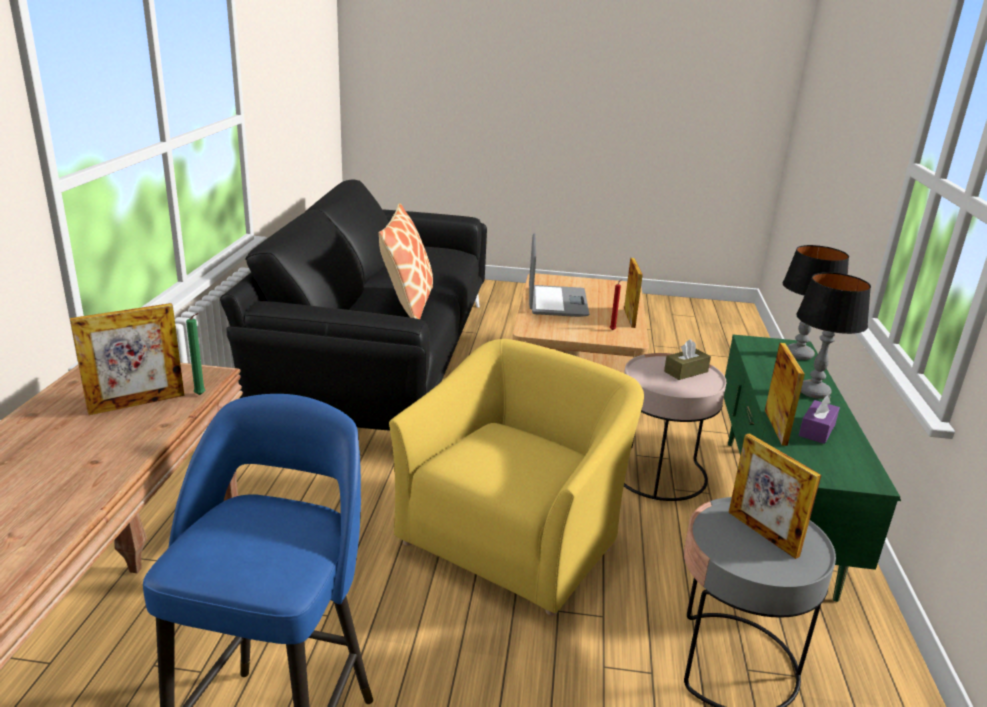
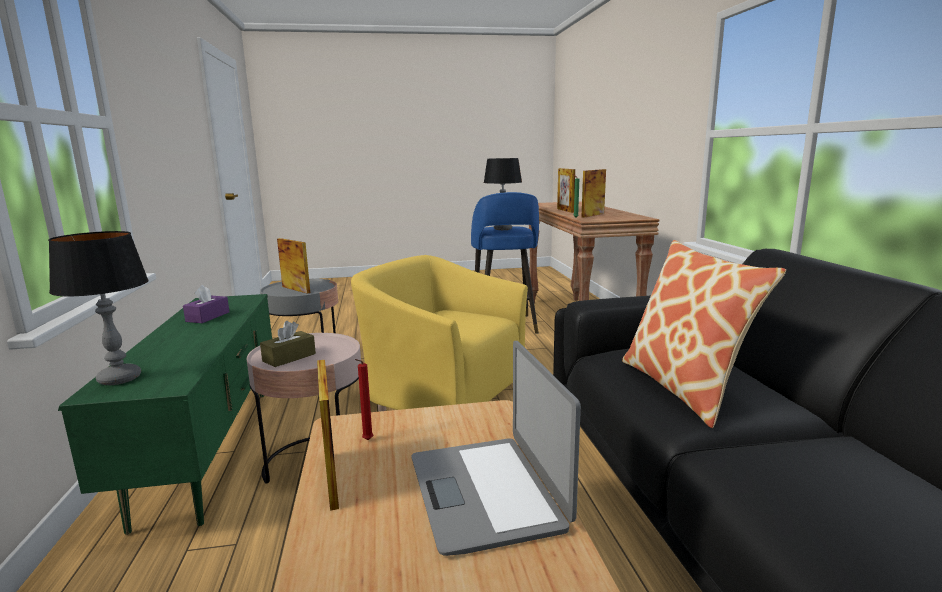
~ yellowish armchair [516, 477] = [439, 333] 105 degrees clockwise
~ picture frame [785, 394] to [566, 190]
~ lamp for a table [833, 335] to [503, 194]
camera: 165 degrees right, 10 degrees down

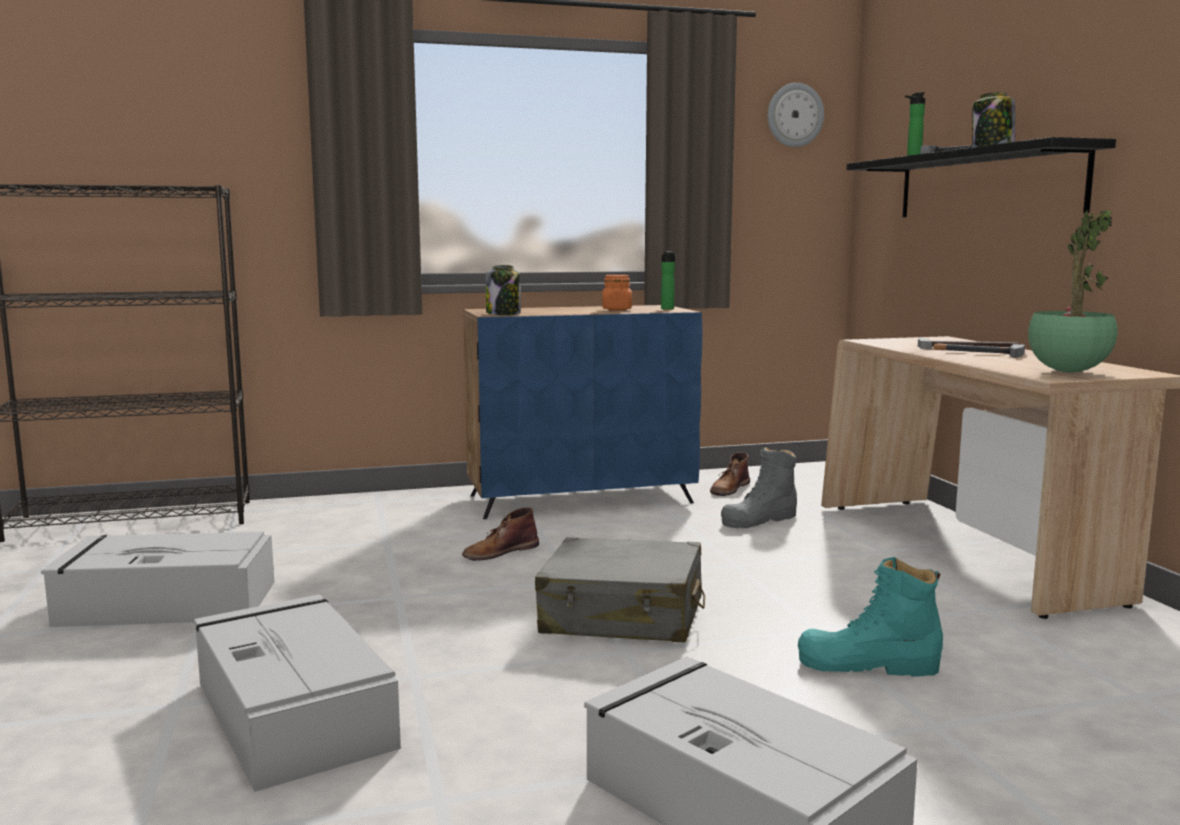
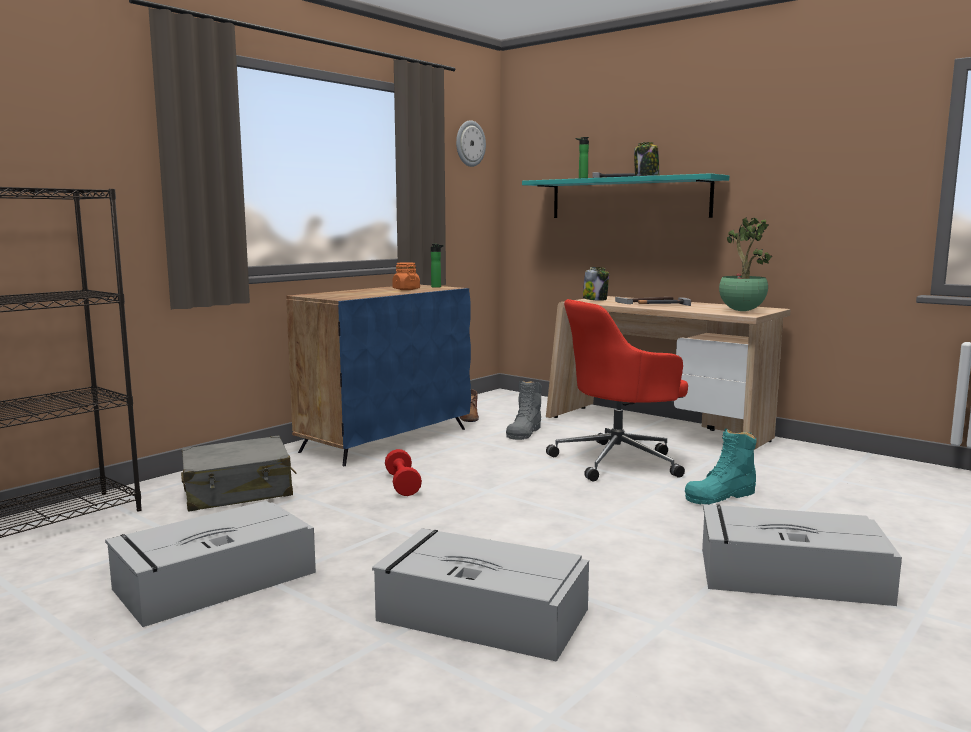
~ brownish tall boot [500, 534] to reddish hand weight [403, 472]
~ storage jar [503, 290] to [596, 284]
~ greyish piece of luggage [620, 589] to [239, 474]
~ black bracket shelf [981, 177] to turquoise bracket shelf [625, 195]
+ reddish computer chair [617, 390]
camera: 35 degrees left, 0 degrees up

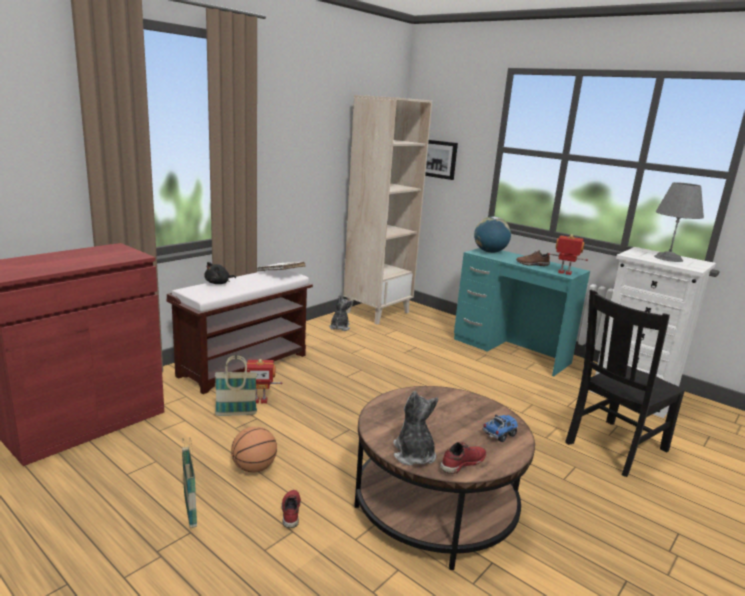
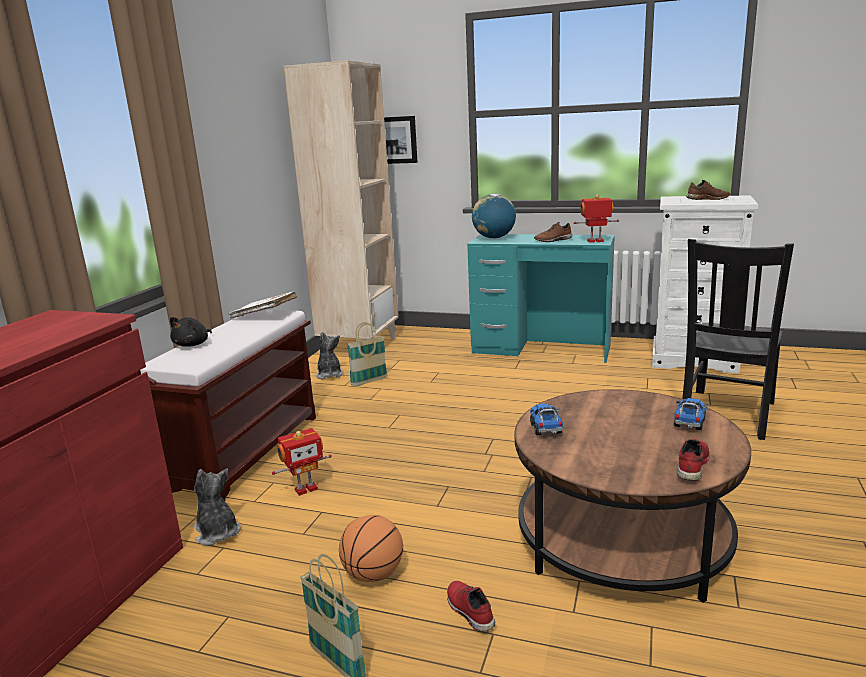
~ household basket [236, 385] to [367, 354]
~ soft toy [416, 428] to [217, 507]
~ greyish lamp for a table [679, 222] to brownish shoe [708, 190]
+ toy lorry [546, 419]
camera: 20 degrees left, 0 degrees up

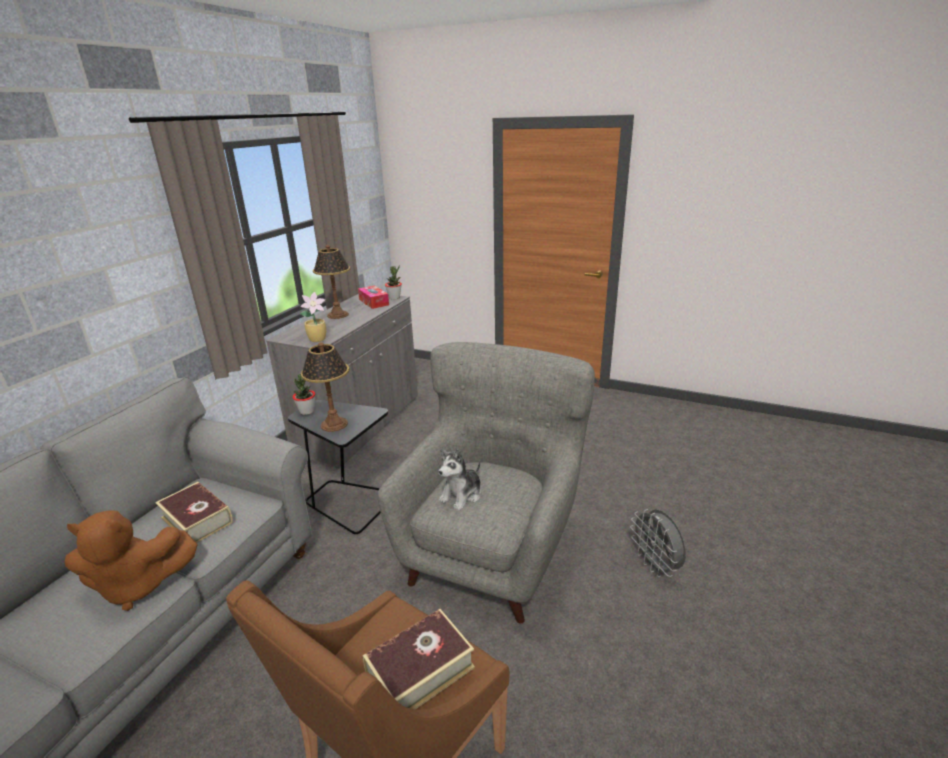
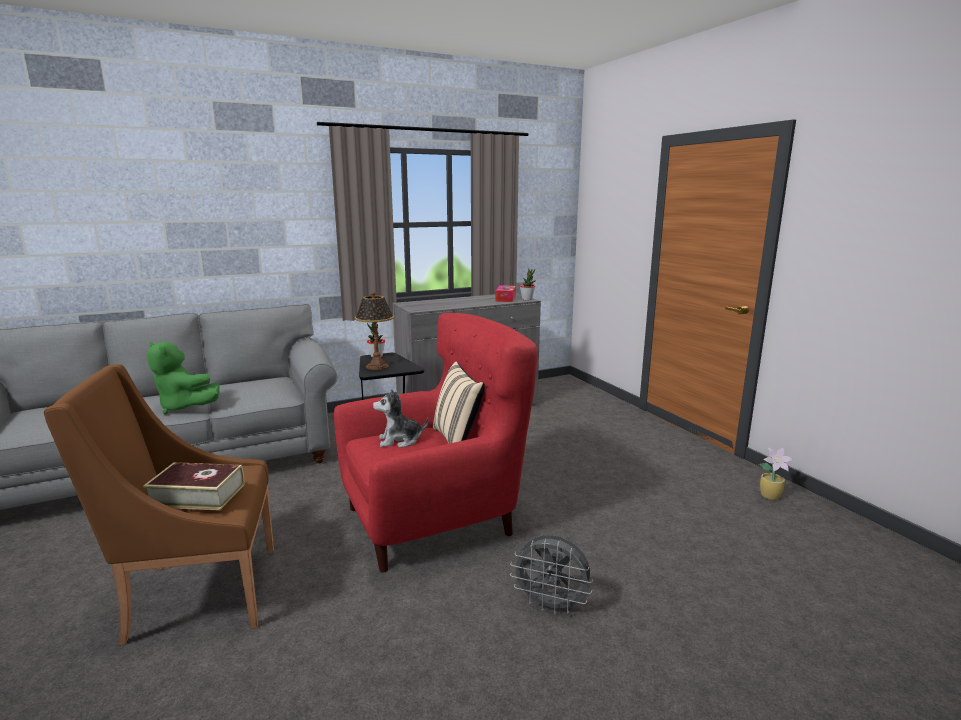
~ brownish soft toy [131, 560] to green-coloured soft toy [183, 378]
- book [194, 512]
~ plant in a pot [313, 317] to [776, 474]
- lamp for a table [331, 282]
~ greyish armchair [486, 483] to reddish armchair [436, 443]
~ greyish fan [658, 543] = [551, 574] 90 degrees counterclockwise
+ beige pillow [459, 403]
camera: 40 degrees right, 10 degrees down

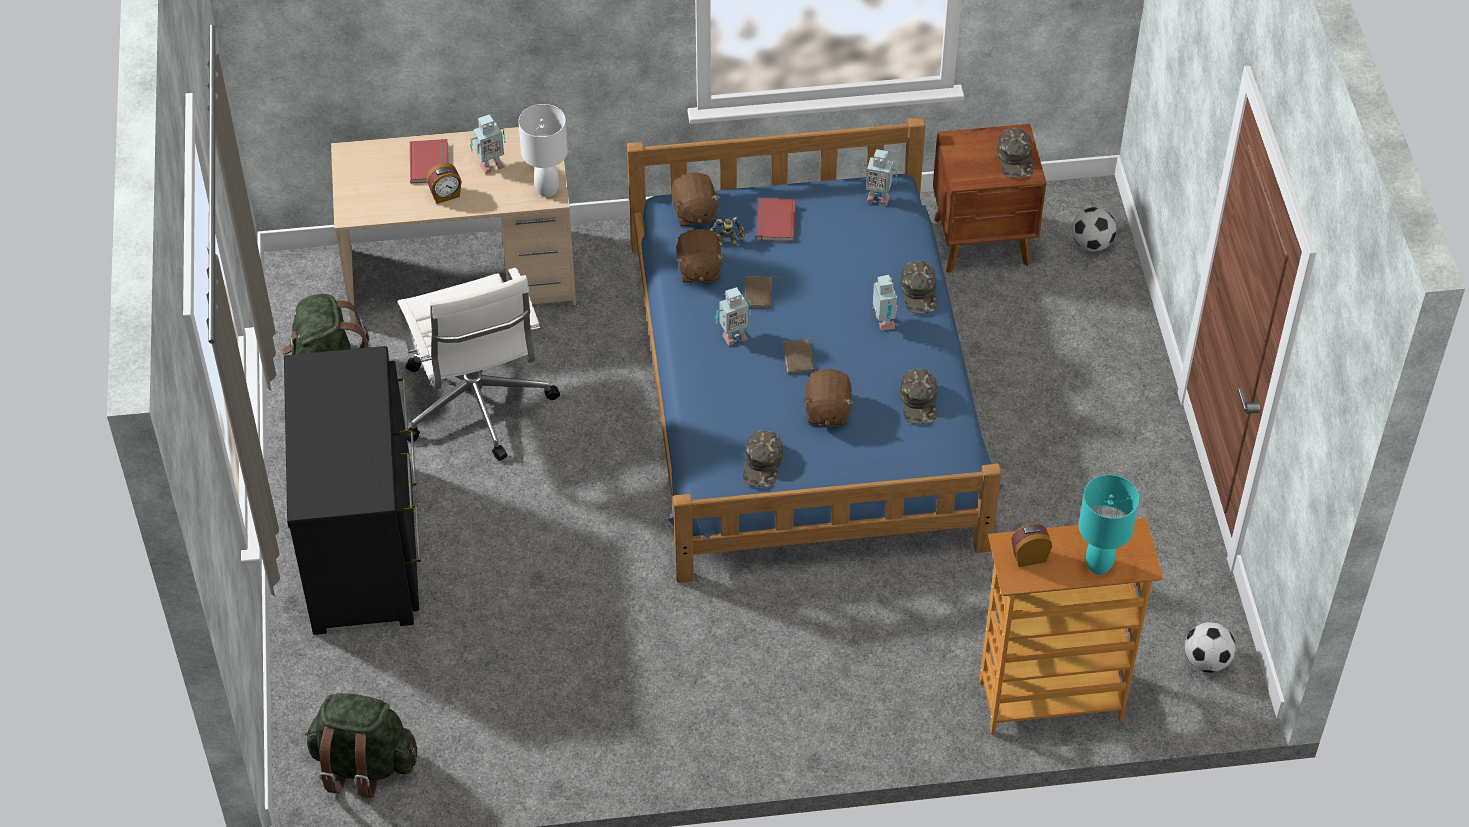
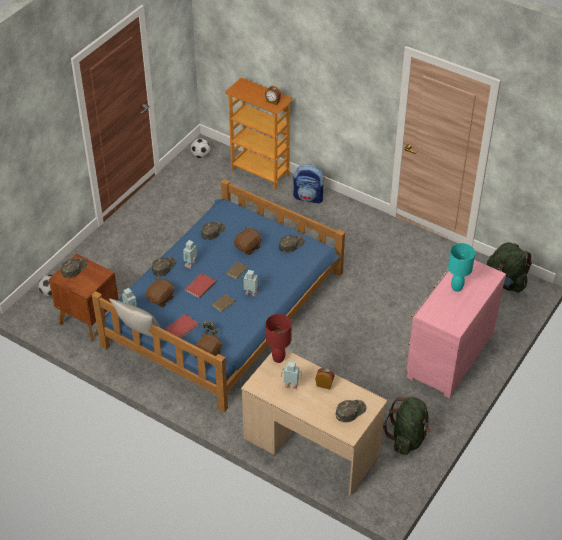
~ black dresser [352, 490] to pinkish dresser [456, 329]
- whitish computer chair [478, 364]
~ reddish book [429, 161] to [200, 286]
~ whitish lamp for a table [543, 150] to reddish lamp for a table [279, 338]
~ brownish soft toy [700, 256] to [160, 292]
~ turquoise lamp for a table [1109, 524] to [461, 267]
+ greyish pillow [137, 320]
+ backpack [309, 184]
+ green-coloured peaked cap [351, 411]
camera: 140 degrees left, 5 degrees down

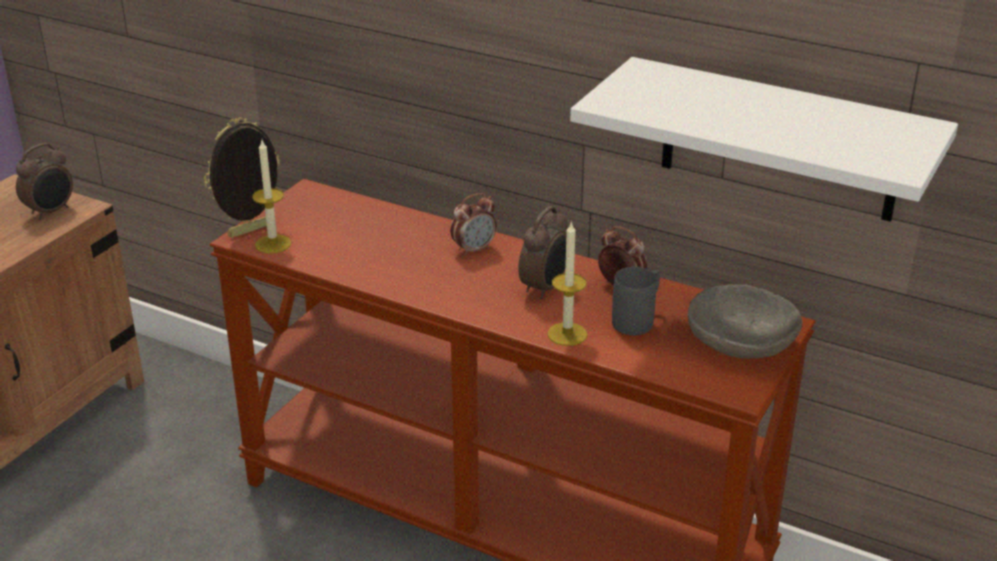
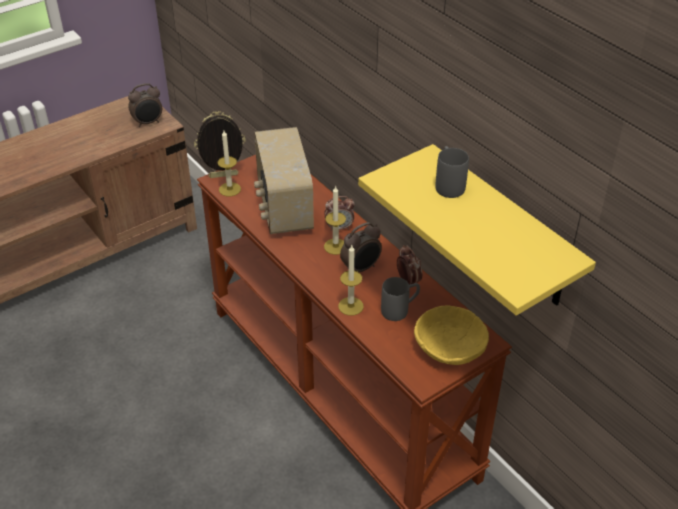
~ whitish bracket shelf [764, 139] to yellowish bracket shelf [477, 230]
~ greyish serving bowl [745, 321] to yellowish serving bowl [451, 335]
+ radio set [284, 180]
+ wax candle [335, 220]
+ greyish mug [452, 172]
camera: 25 degrees right, 10 degrees up

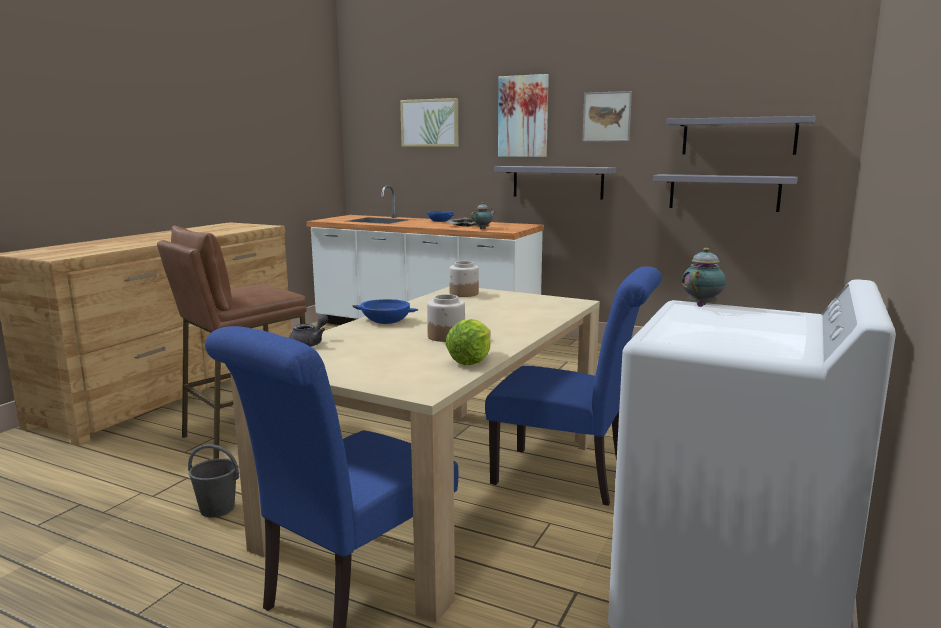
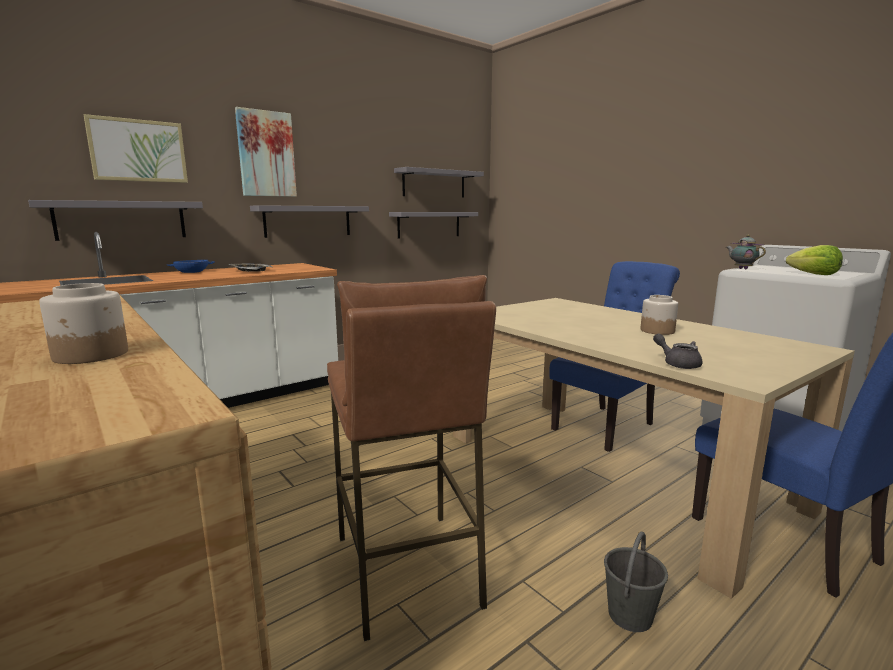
- blue-coloured serving bowl [386, 311]
~ lettuce head [468, 342] to [814, 260]
~ storage jar [464, 279] to [83, 323]
- pot for tea [483, 215]
- wall art [607, 116]
+ greyish bracket shelf [115, 220]
camera: 65 degrees left, 0 degrees up

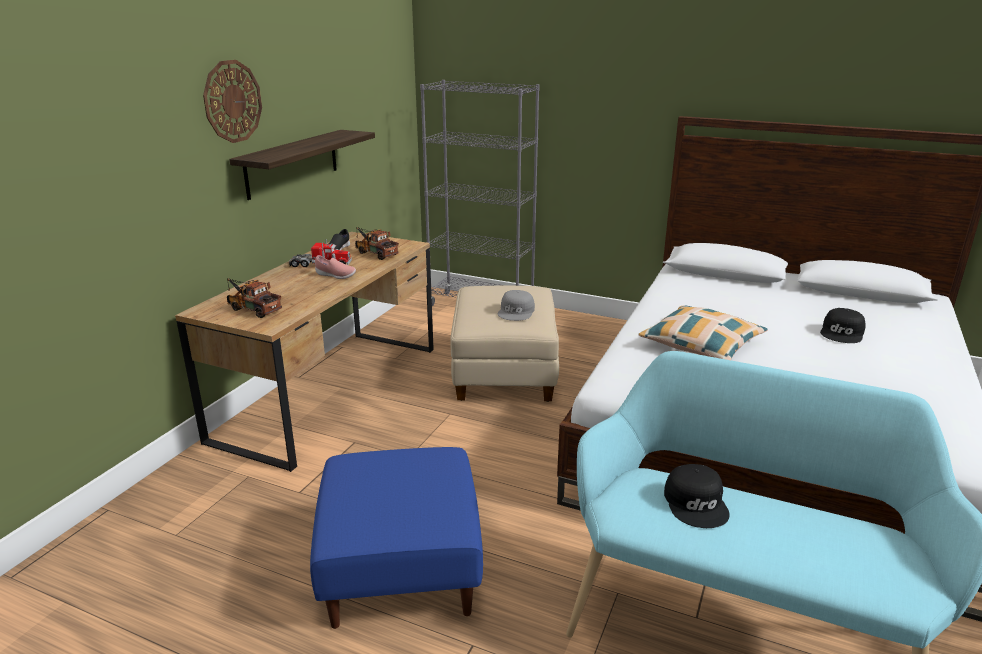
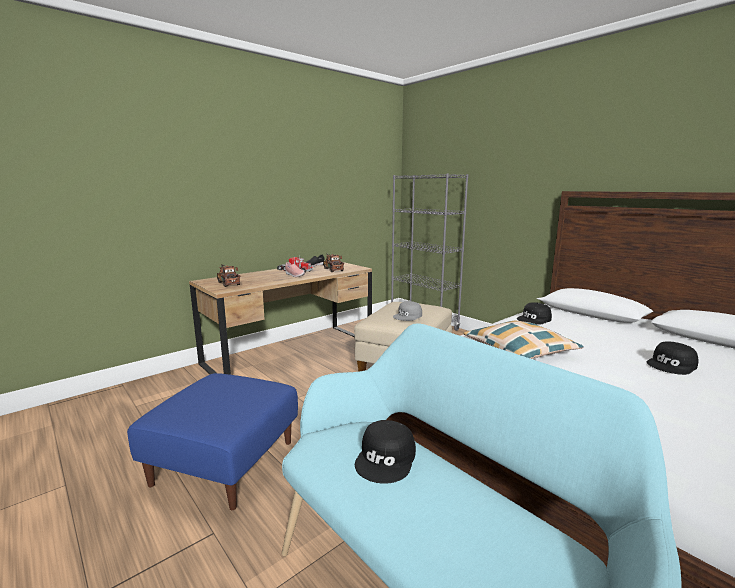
- hanging clock [232, 101]
- bracket shelf [302, 165]
+ black peaked cap [534, 313]
camera: 25 degrees right, 10 degrees down

